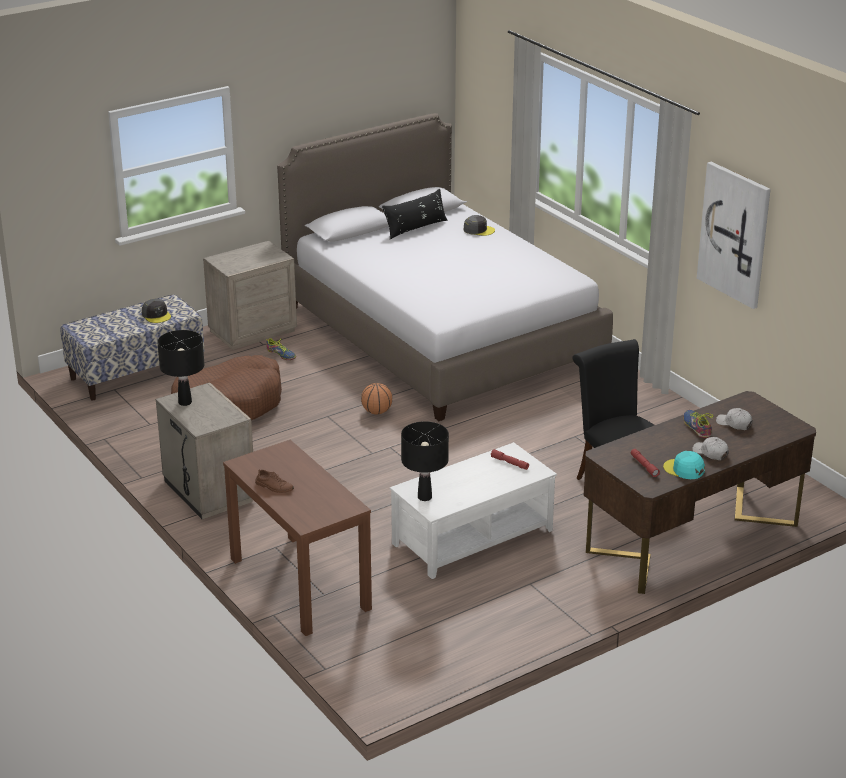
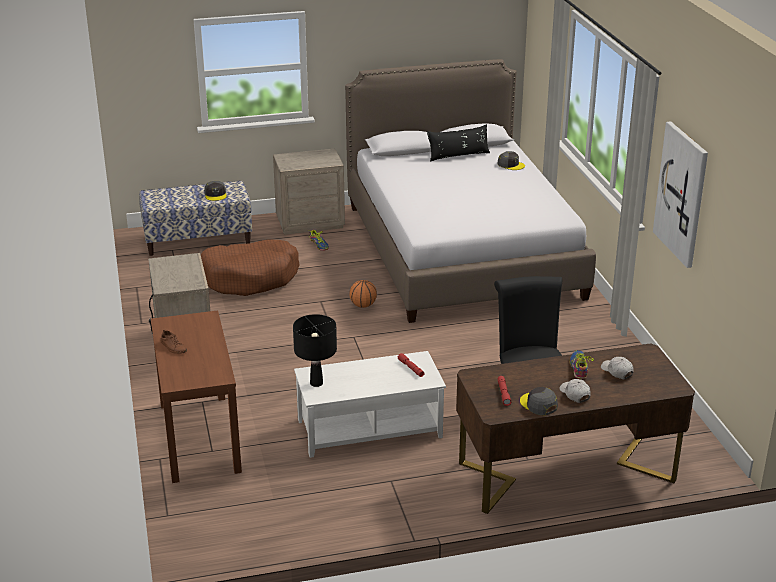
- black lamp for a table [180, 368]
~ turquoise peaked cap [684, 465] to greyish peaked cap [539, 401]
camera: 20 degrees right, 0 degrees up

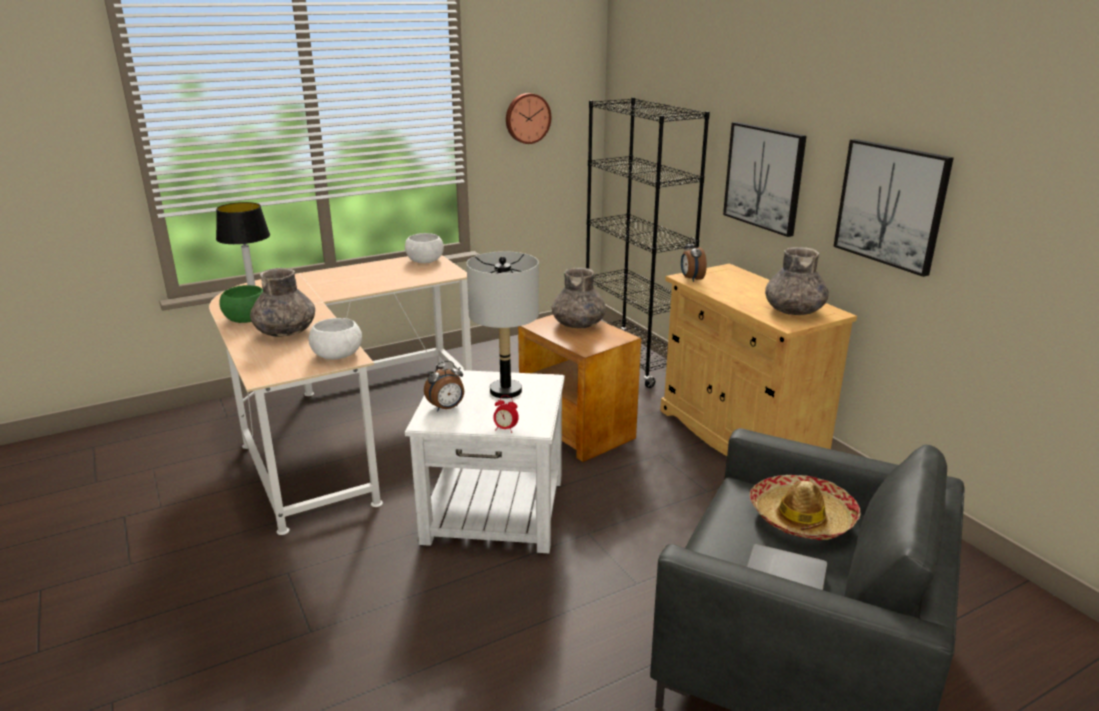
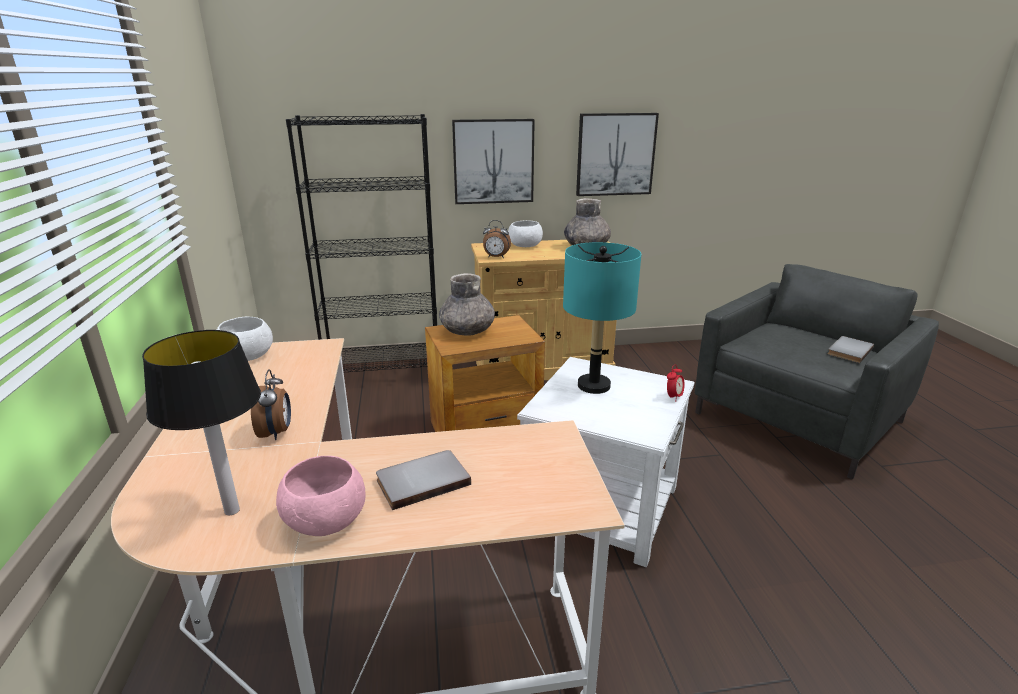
~ green-coloured serving bowl [241, 304] to pinkish serving bowl [321, 496]
~ greyish flower vase [282, 302] to greyish book [423, 480]
~ whitish serving bowl [335, 339] to [525, 233]
~ table clock [444, 386] to [271, 404]
~ greyish lamp for a table [503, 325] to turquoise lamp for a table [602, 318]
- hanging clock [528, 118]
- wearable hat [805, 507]
camera: 70 degrees left, 0 degrees up

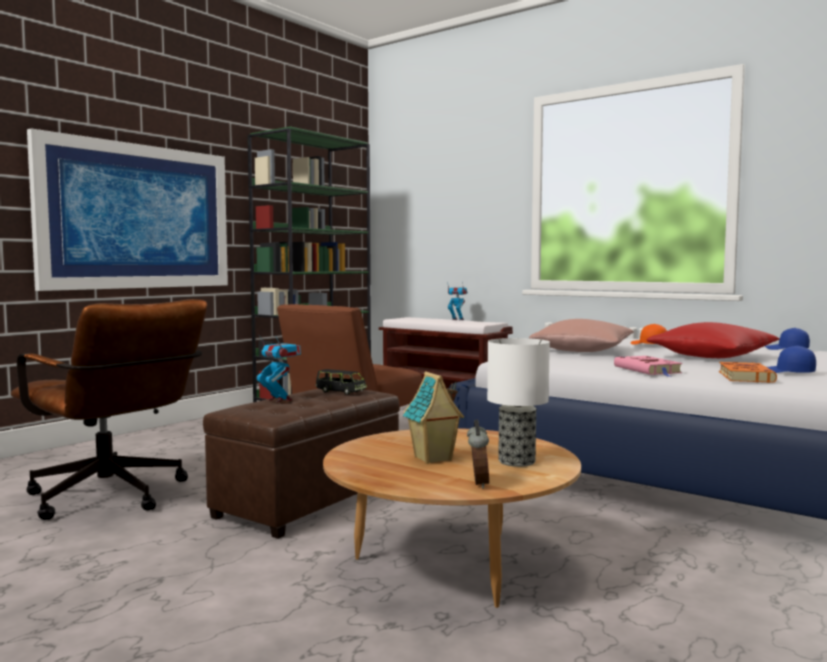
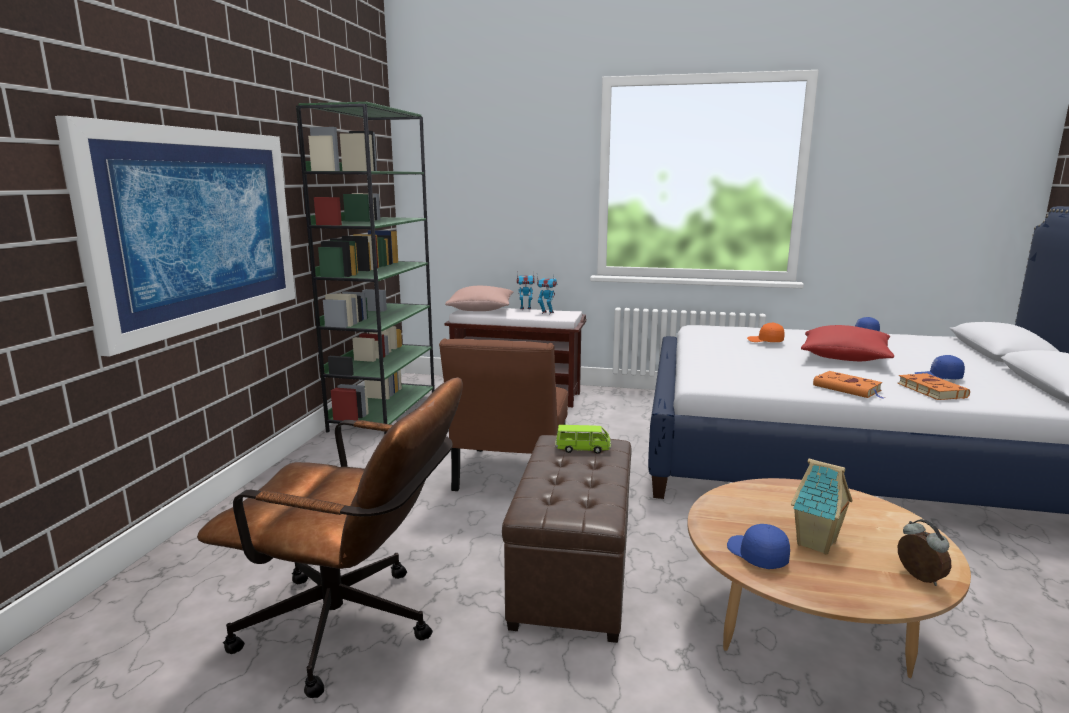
~ model robot [279, 368] to [547, 295]
~ black toy car [341, 382] to green-coloured toy car [583, 439]
- lamp for a table [518, 402]
~ pinkish pillow [581, 335] to [479, 298]
~ pinkish book [648, 366] to orange-coloured book [848, 385]
+ blue-coloured peaked cap [758, 546]
camera: 25 degrees left, 10 degrees up

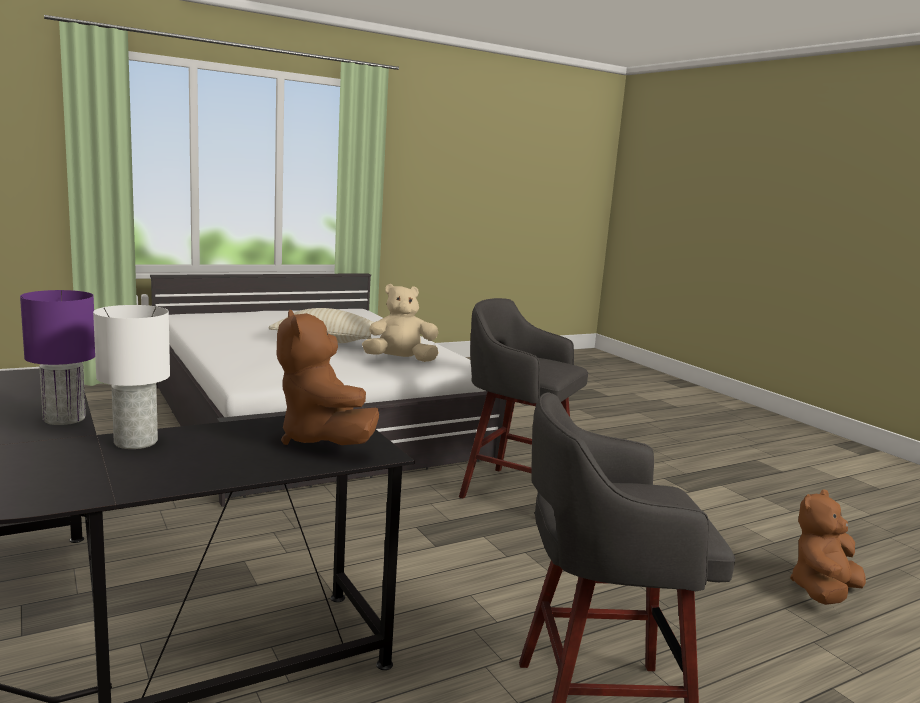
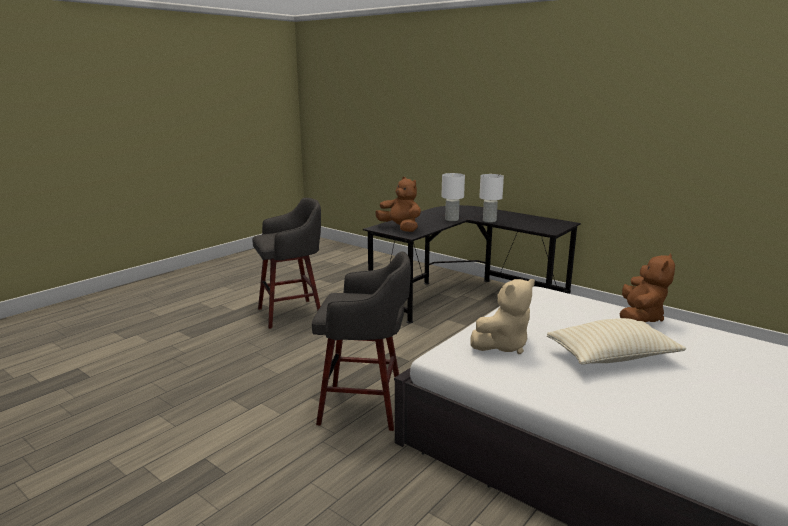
~ purplish lamp for a table [57, 357] to whitish lamp for a table [491, 198]
~ brownish soft toy [828, 547] to [647, 287]
camera: 160 degrees right, 5 degrees up

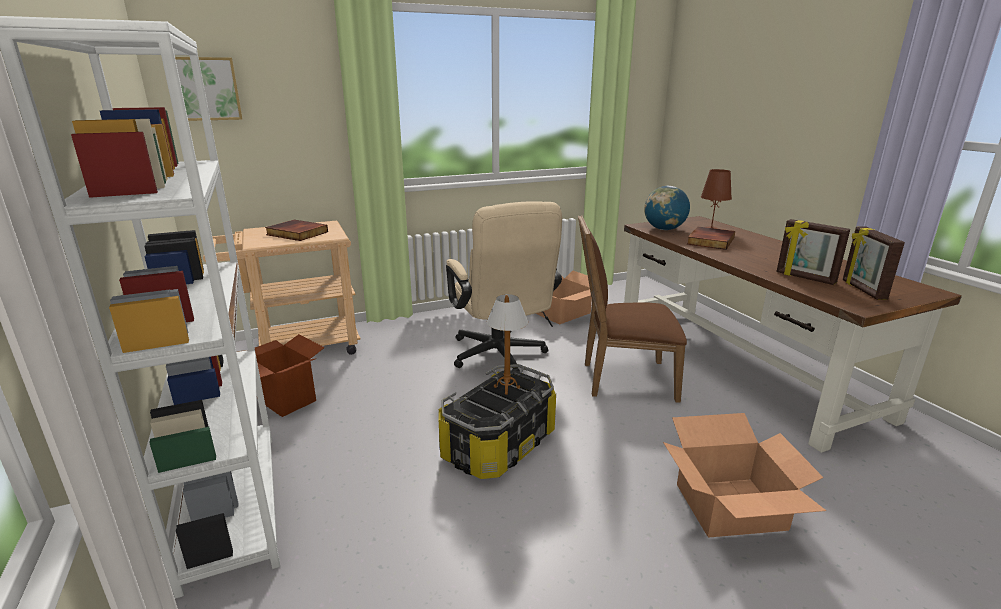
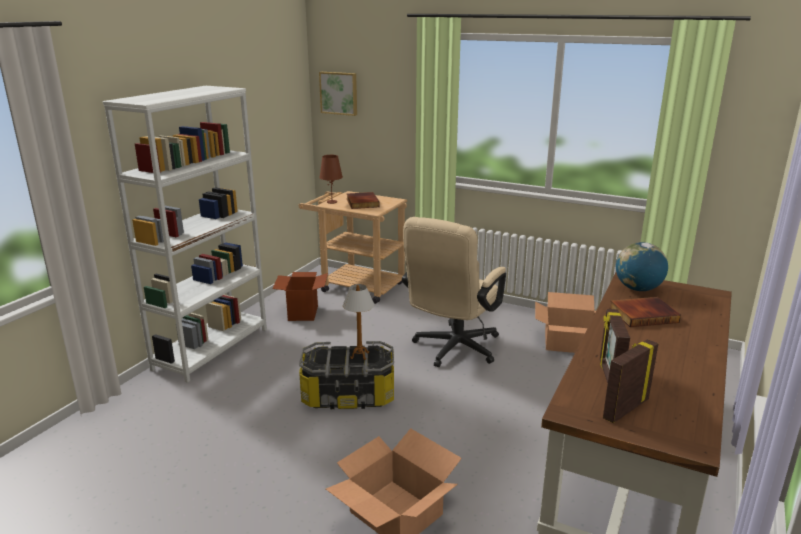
- brownish chair [632, 309]
~ brownish lamp for a table [716, 199] to [331, 179]
camera: 50 degrees right, 0 degrees up

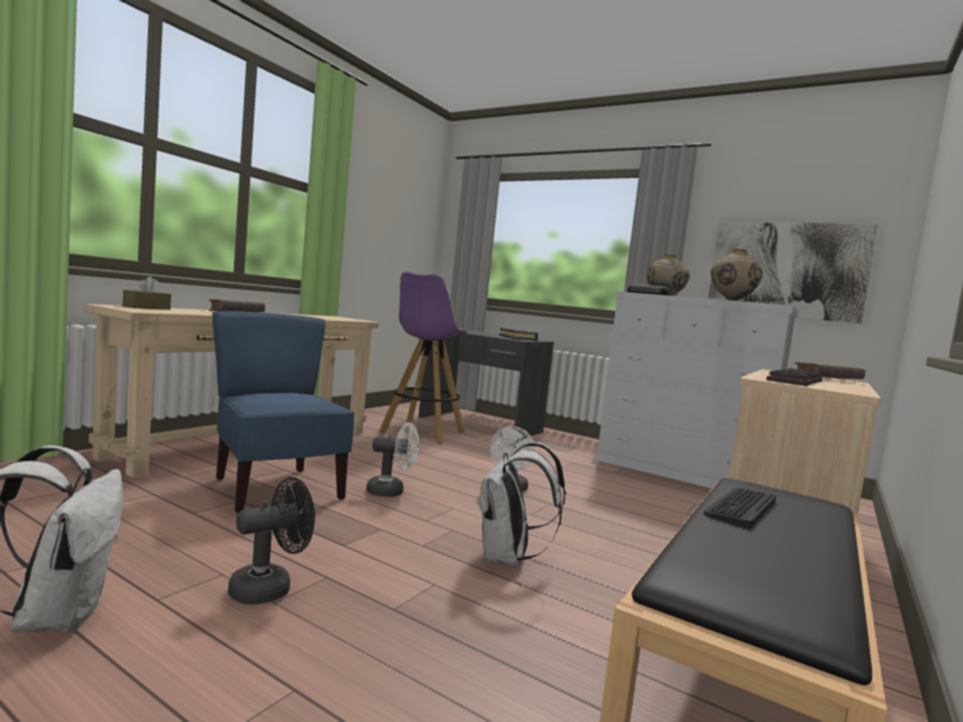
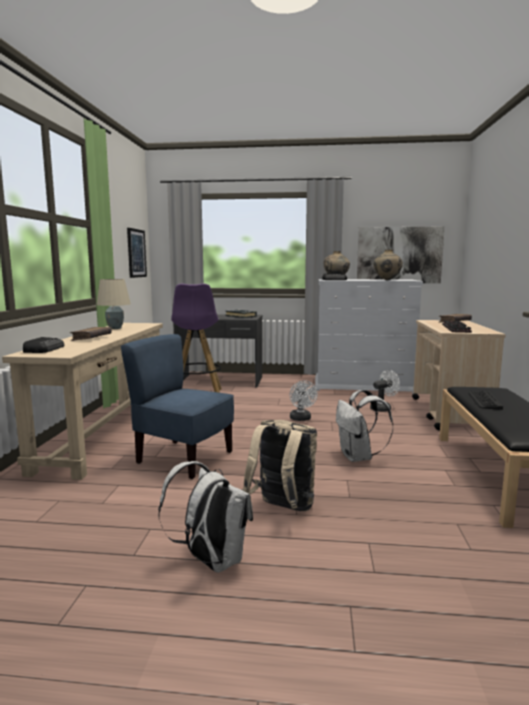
~ brownish tissue holder [147, 293] to radio set [43, 345]
~ black fan [271, 541] to beige backpack [280, 465]
~ whitish fan [392, 460] to [385, 391]
+ beige lamp for a table [114, 304]
+ wall art [137, 253]
camera: 25 degrees left, 5 degrees up

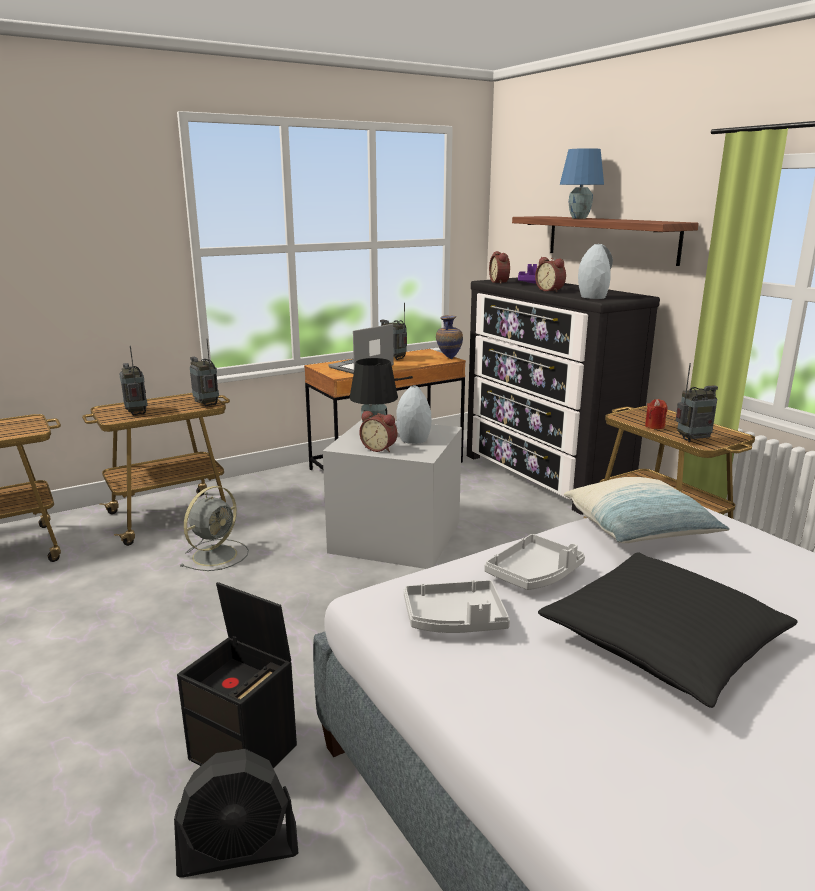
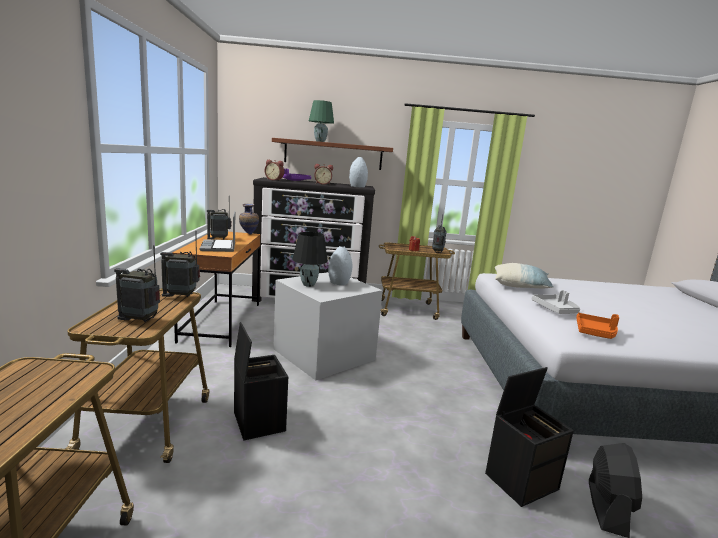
~ greyish fan [214, 528] to black storage container [261, 381]
- table clock [378, 431]
~ greyish serving tray [457, 606] to orange-coloured serving tray [598, 326]
- black pillow [668, 630]
~ blue-coloured lamp for a table [582, 183] to green-coloured lamp for a table [321, 121]
camera: 60 degrees left, 5 degrees down

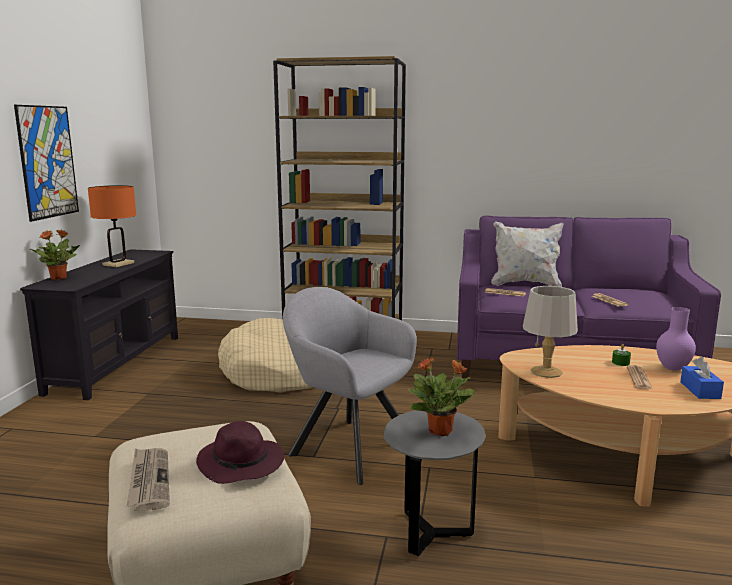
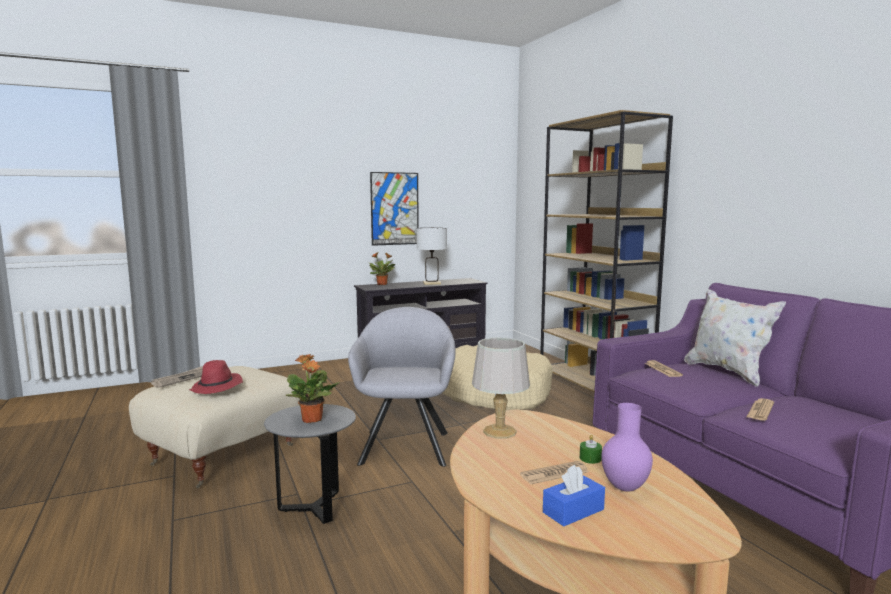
~ orange-coloured lamp for a table [112, 226] to whitish lamp for a table [431, 256]
~ purplish wearable hat [240, 452] to reddish wearable hat [216, 377]
camera: 55 degrees right, 5 degrees down

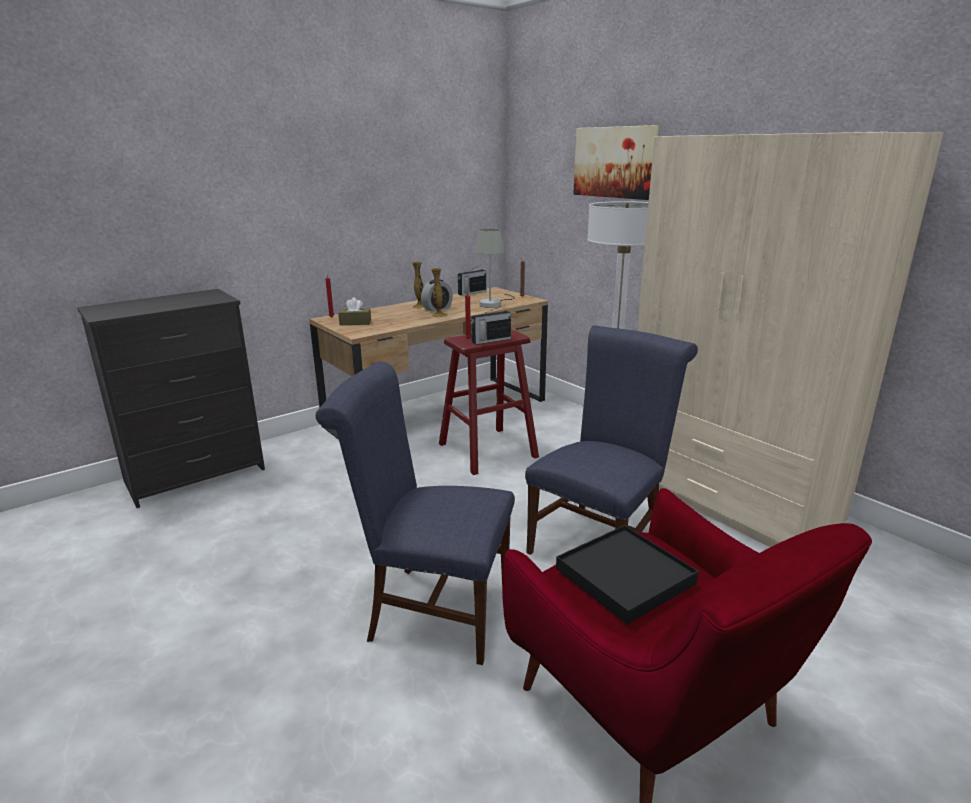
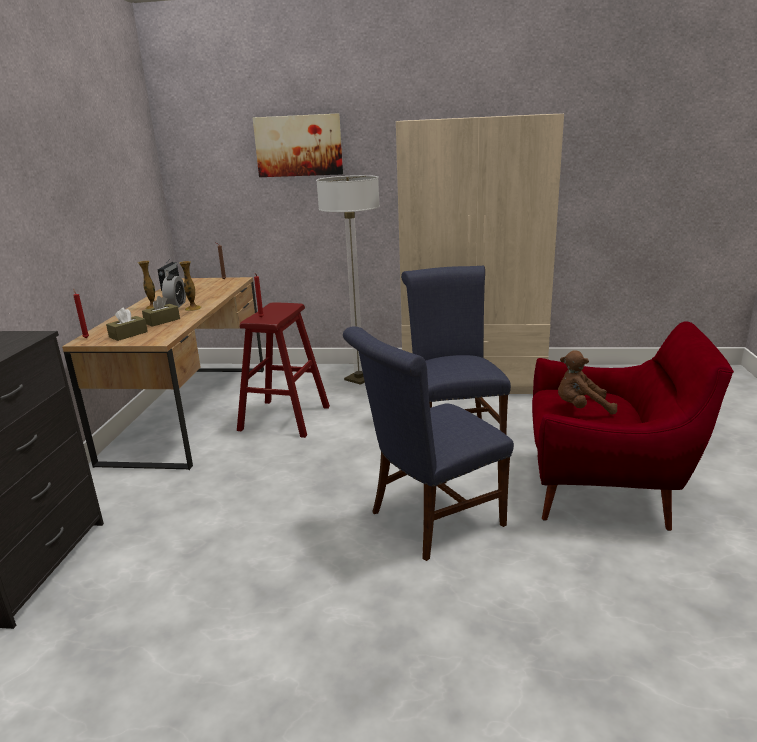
- radio set [491, 325]
- greyish lamp for a table [495, 268]
~ black serving tray [627, 574] to brownish soft toy [587, 382]
+ brownish tissue holder [161, 311]
camera: 45 degrees left, 0 degrees up

